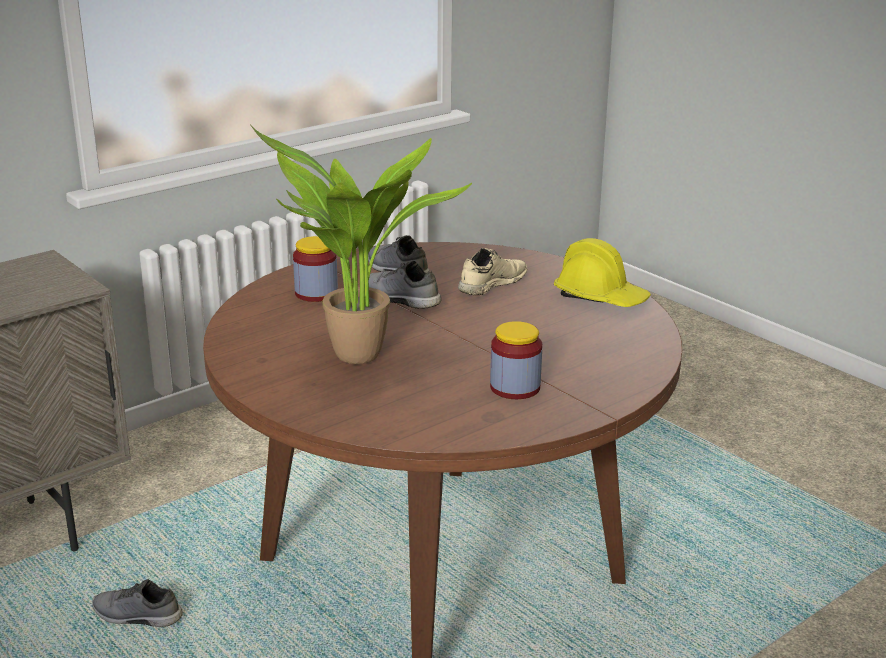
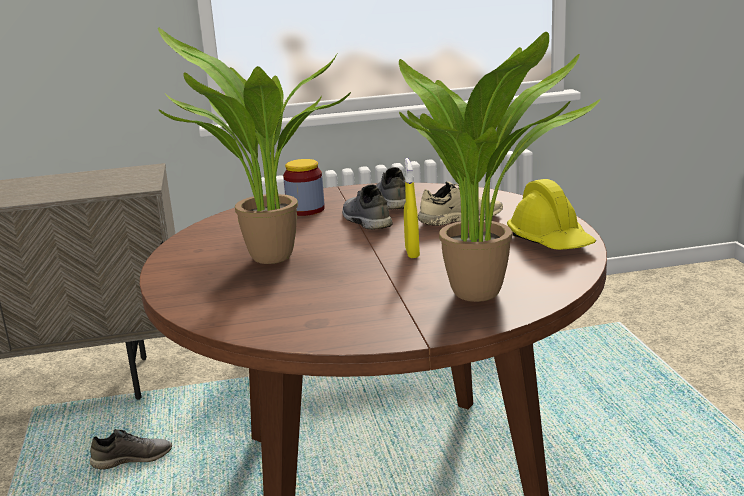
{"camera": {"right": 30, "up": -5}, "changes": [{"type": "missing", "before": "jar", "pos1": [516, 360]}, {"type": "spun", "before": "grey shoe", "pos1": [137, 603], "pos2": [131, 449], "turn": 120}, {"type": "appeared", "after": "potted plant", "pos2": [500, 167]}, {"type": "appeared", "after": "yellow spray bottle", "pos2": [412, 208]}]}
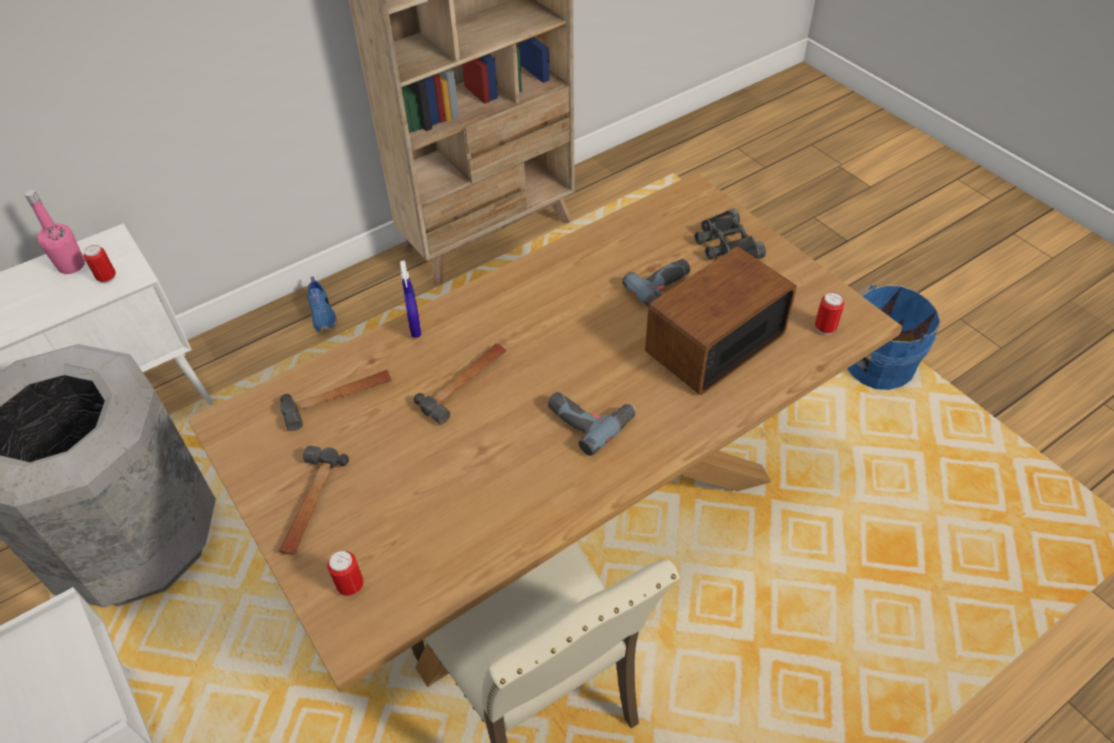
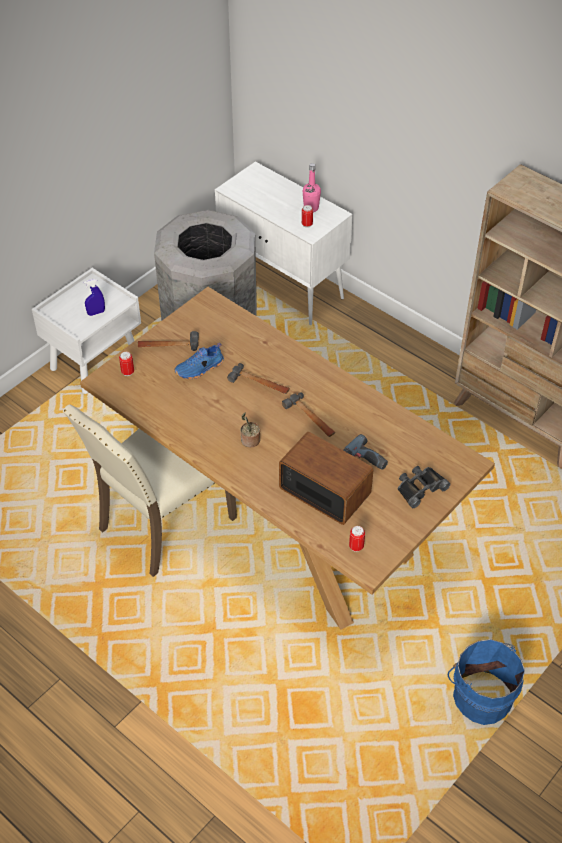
{"camera": {"right": 75, "up": 0}, "changes": [{"type": "relocated", "before": "blue spray bottle", "pos1": [410, 299], "pos2": [94, 297]}, {"type": "relocated", "before": "blue shoe", "pos1": [322, 304], "pos2": [199, 361]}, {"type": "relocated", "before": "hammer", "pos1": [335, 400], "pos2": [308, 414]}, {"type": "exchanged", "before": "power drill", "after": "potted plant", "pos1": [592, 424], "pos2": [250, 430]}]}
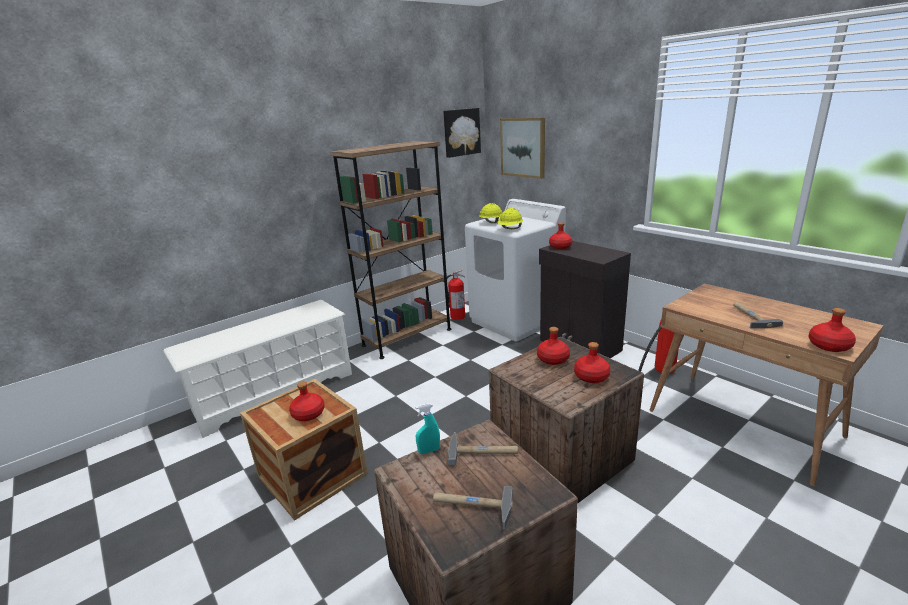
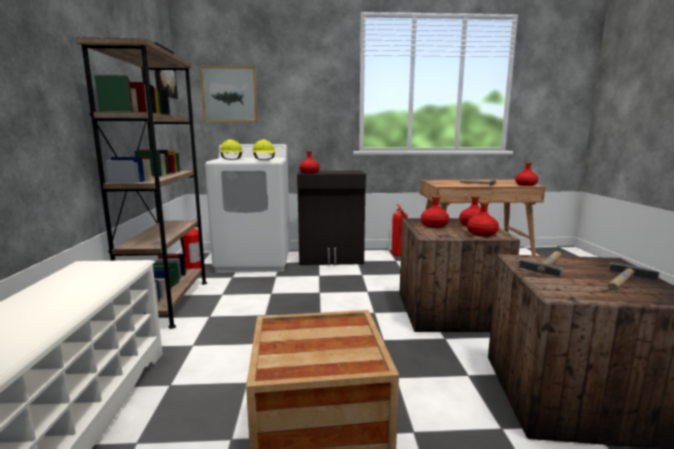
{"camera": {"right": -55, "up": -10}, "changes": [{"type": "relocated", "before": "red bottle", "pos1": [307, 401], "pos2": [483, 218]}, {"type": "missing", "before": "turquoise spray bottle", "pos1": [427, 428]}]}
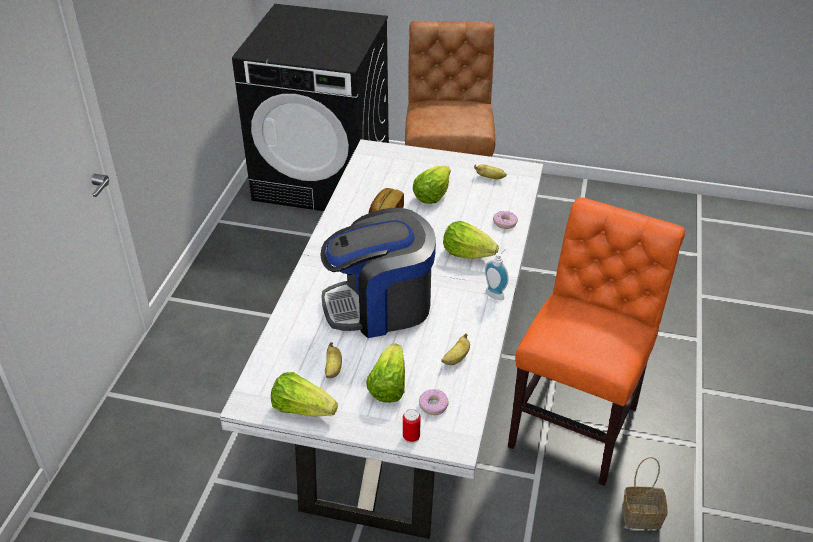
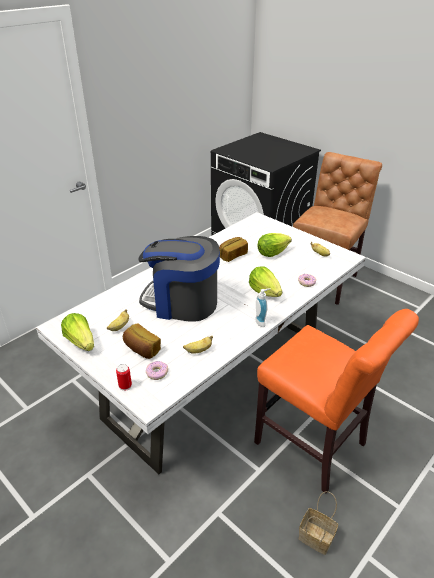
{"camera": {"right": 30, "up": -5}, "changes": [{"type": "spun", "before": "orange chair", "pos1": [596, 341], "pos2": [336, 401], "turn": 75}, {"type": "exchanged", "before": "lettuce", "after": "bread", "pos1": [385, 372], "pos2": [142, 341]}]}
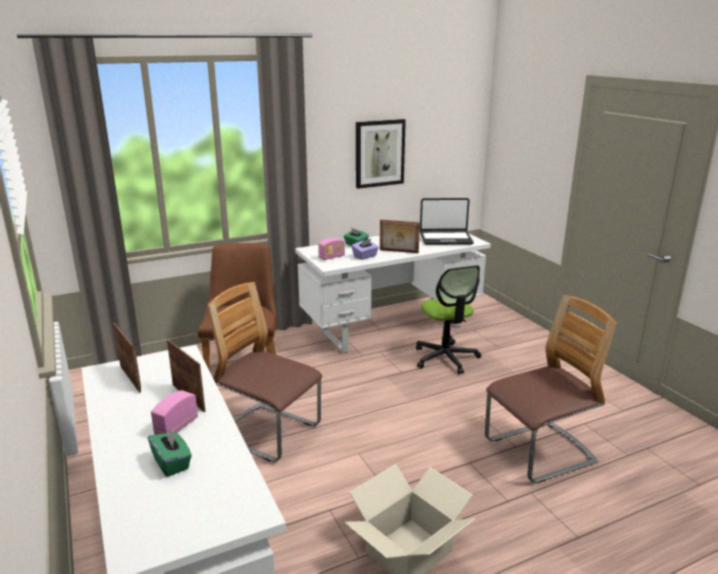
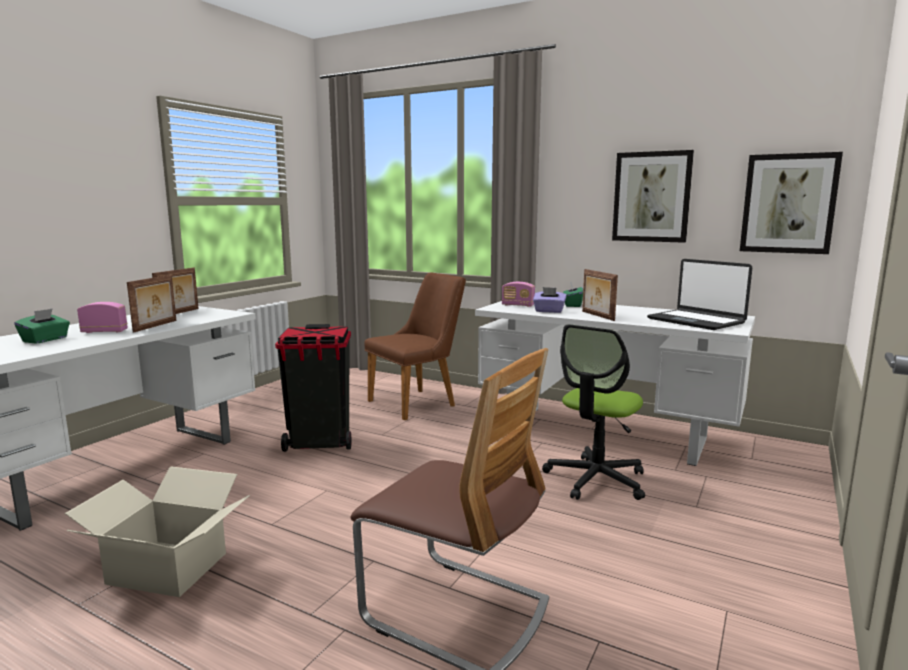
{"camera": {"right": 55, "up": -10}, "changes": [{"type": "exchanged", "before": "chair", "after": "black trash can", "pos1": [264, 372], "pos2": [313, 388]}, {"type": "appeared", "after": "picture", "pos2": [791, 203]}]}
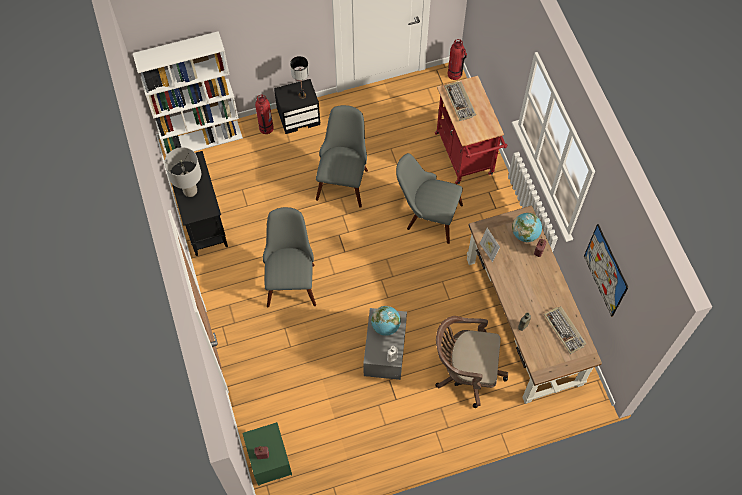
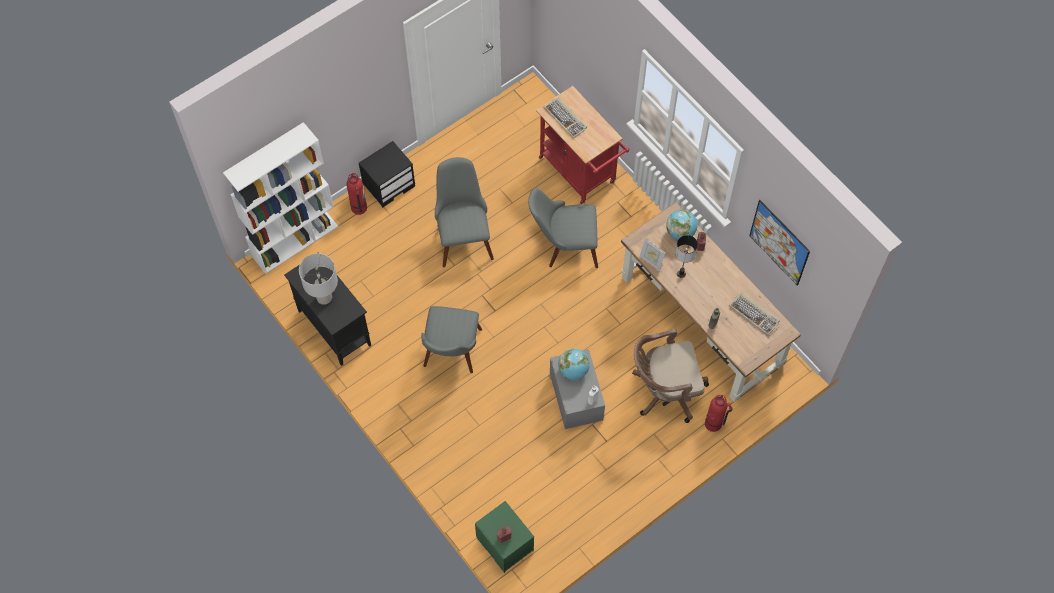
{"camera": {"right": -20, "up": 0}, "changes": [{"type": "relocated", "before": "fire extinguisher", "pos1": [457, 59], "pos2": [719, 413]}, {"type": "relocated", "before": "table lamp", "pos1": [299, 77], "pos2": [686, 256]}, {"type": "spun", "before": "grey chair", "pos1": [289, 257], "pos2": [451, 339], "turn": -150}]}
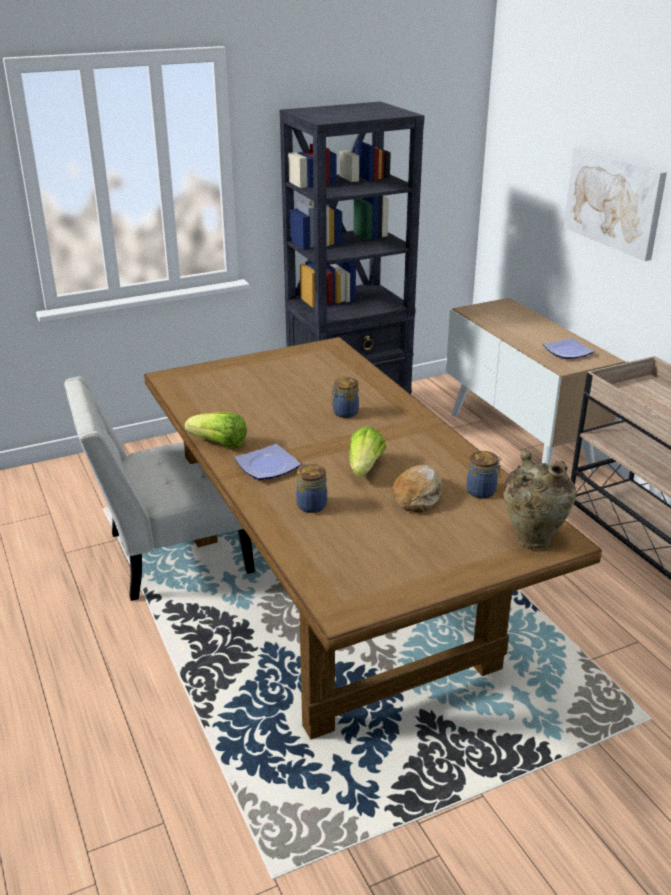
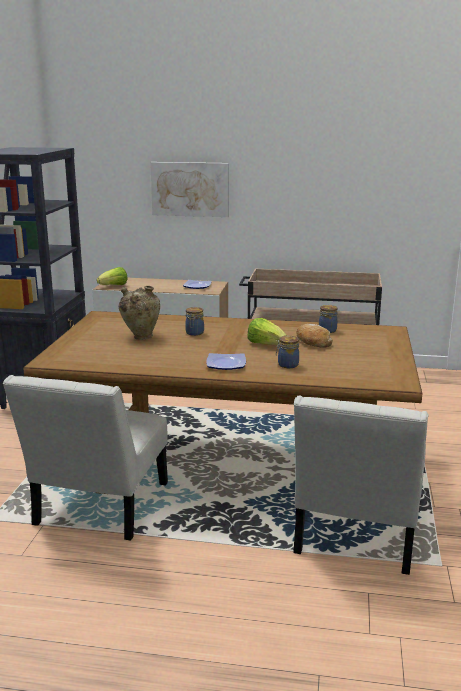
{"camera": {"right": -55, "up": -10}, "changes": [{"type": "relocated", "before": "lettuce", "pos1": [216, 430], "pos2": [112, 276]}, {"type": "relocated", "before": "beige vase", "pos1": [539, 499], "pos2": [139, 313]}, {"type": "appeared", "after": "white chair", "pos2": [361, 485]}]}
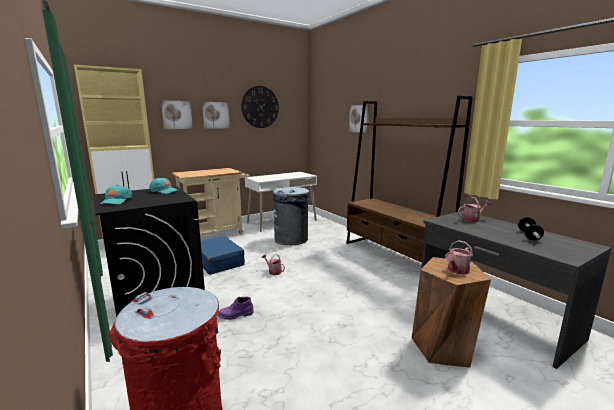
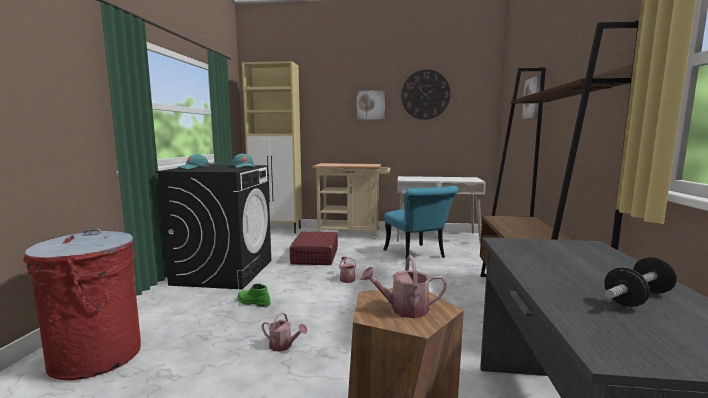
{"camera": {"right": 40, "up": -5}, "changes": [{"type": "missing", "before": "picture", "pos1": [177, 114]}, {"type": "exchanged", "before": "grey trash can", "after": "turquoise chair", "pos1": [291, 216], "pos2": [420, 223]}, {"type": "relocated", "before": "watering can", "pos1": [475, 209], "pos2": [285, 332]}, {"type": "colour", "before": "blue suitcase", "after": "red suitcase", "pos1": [223, 255], "pos2": [314, 248]}, {"type": "colour", "before": "purple boot", "after": "green boot", "pos1": [236, 308], "pos2": [254, 295]}]}
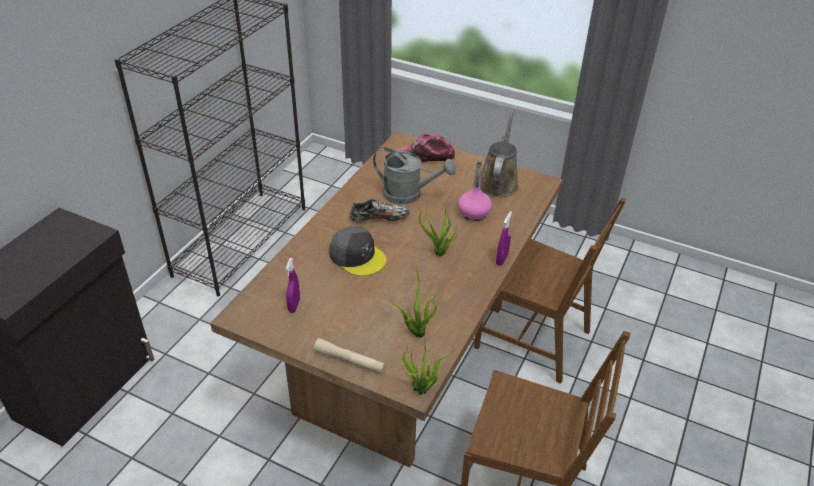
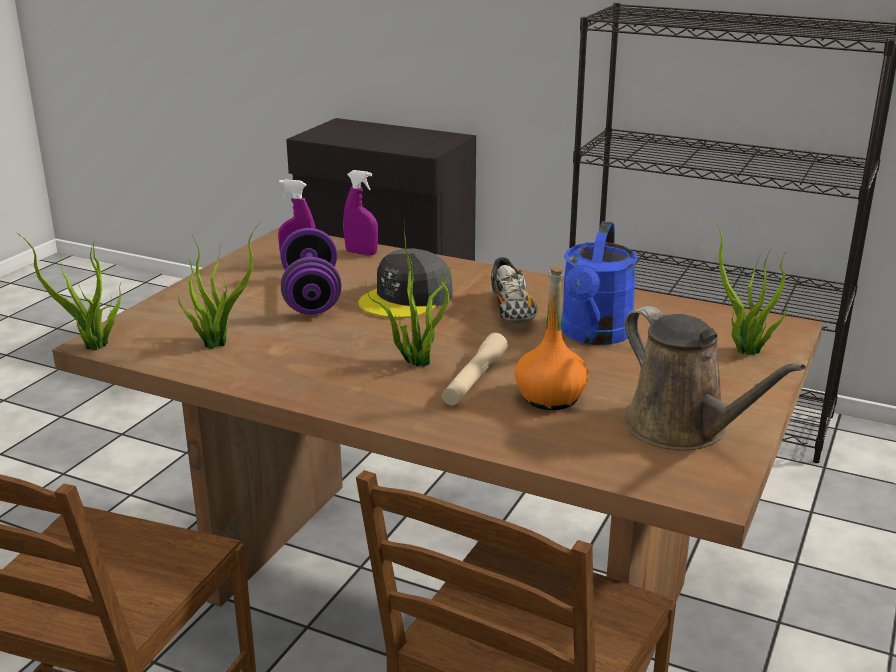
{"camera": {"right": 90, "up": -15}, "changes": [{"type": "spun", "before": "brown watering can", "pos1": [499, 153], "pos2": [715, 378], "turn": 45}, {"type": "exchanged", "before": "cap", "after": "potted plant", "pos1": [425, 147], "pos2": [751, 286]}, {"type": "colour", "before": "grey watering can", "after": "blue watering can", "pos1": [414, 175], "pos2": [599, 283]}, {"type": "colour", "before": "pink bottle", "after": "orange bottle", "pos1": [475, 190], "pos2": [551, 337]}, {"type": "relocated", "before": "purple spray bottle", "pos1": [504, 238], "pos2": [360, 213]}, {"type": "relocated", "before": "beige flashlight", "pos1": [350, 355], "pos2": [475, 369]}, {"type": "appeared", "after": "purple dumbbell", "pos2": [311, 271]}]}
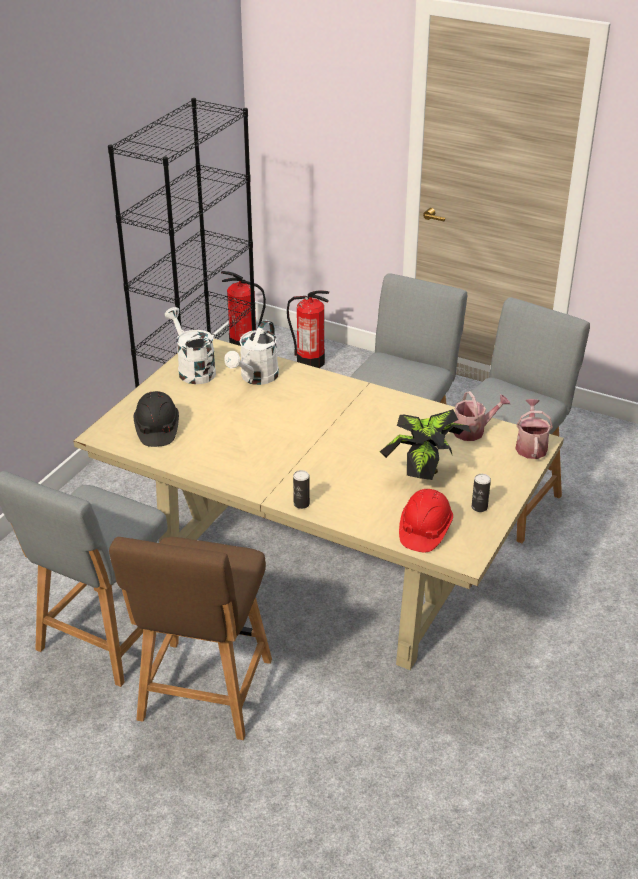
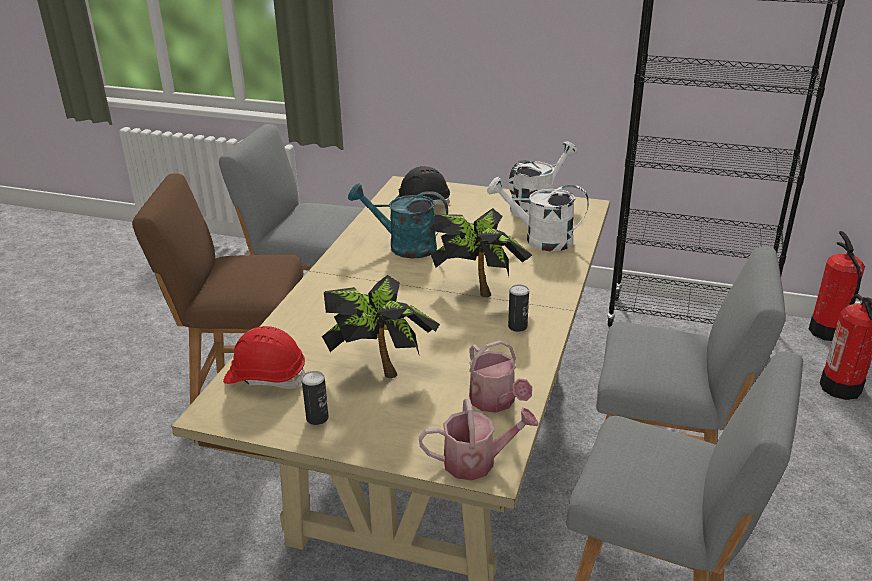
{"camera": {"right": 80, "up": -5}, "changes": [{"type": "relocated", "before": "can", "pos1": [301, 489], "pos2": [518, 308]}, {"type": "appeared", "after": "turquoise watering can", "pos2": [398, 221]}, {"type": "appeared", "after": "potted plant", "pos2": [481, 252]}]}
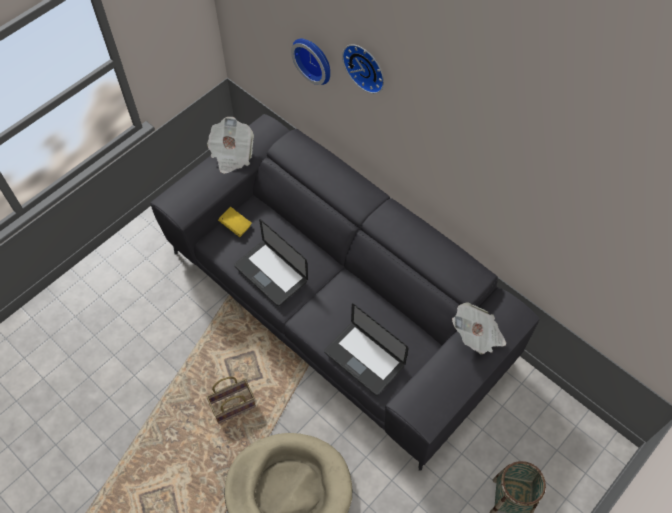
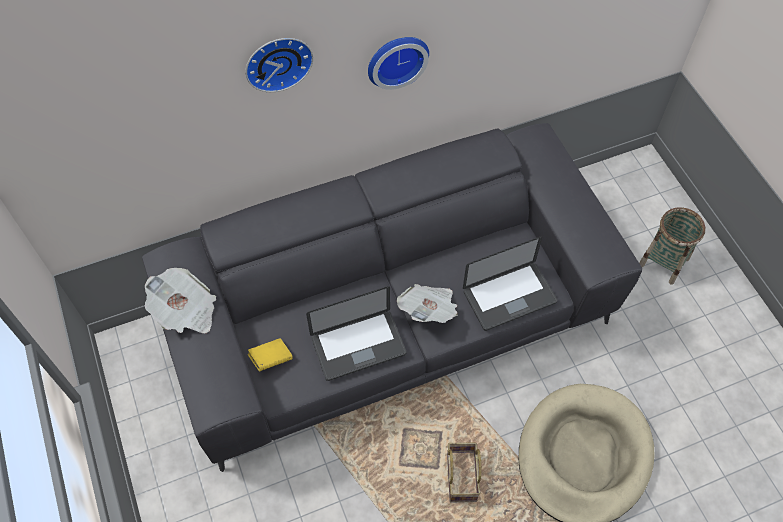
{"camera": {"right": -65, "up": 0}, "changes": [{"type": "relocated", "before": "wall clock", "pos1": [310, 62], "pos2": [398, 63]}, {"type": "relocated", "before": "newspaper", "pos1": [479, 328], "pos2": [427, 303]}]}
